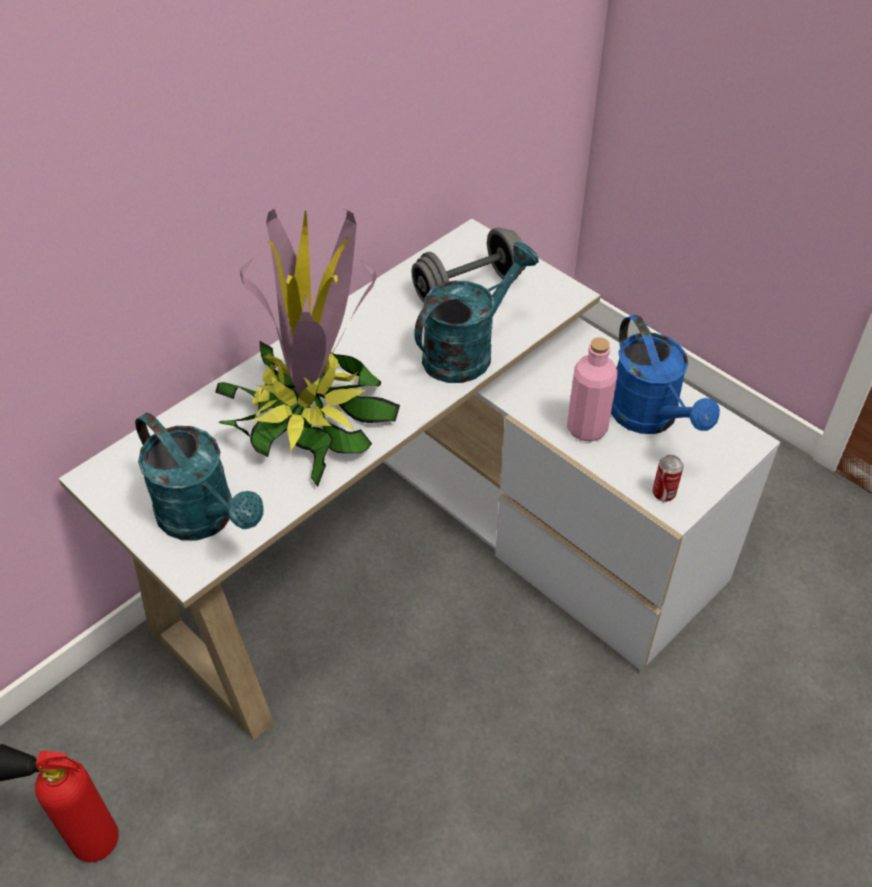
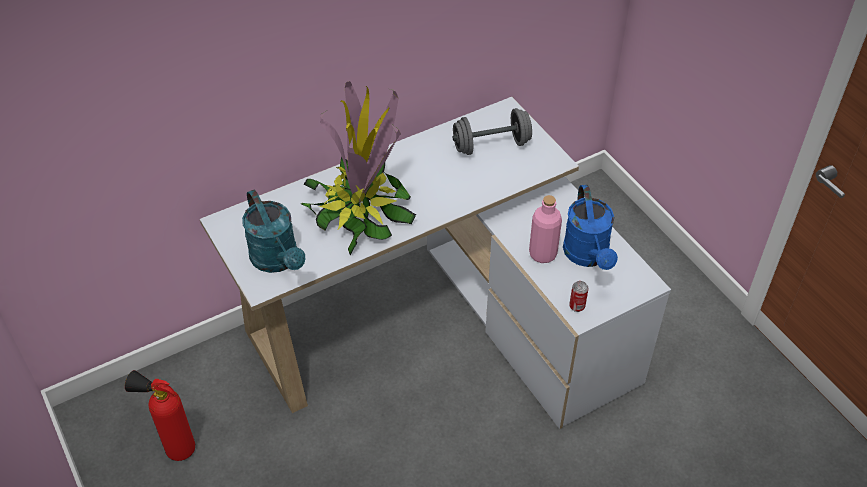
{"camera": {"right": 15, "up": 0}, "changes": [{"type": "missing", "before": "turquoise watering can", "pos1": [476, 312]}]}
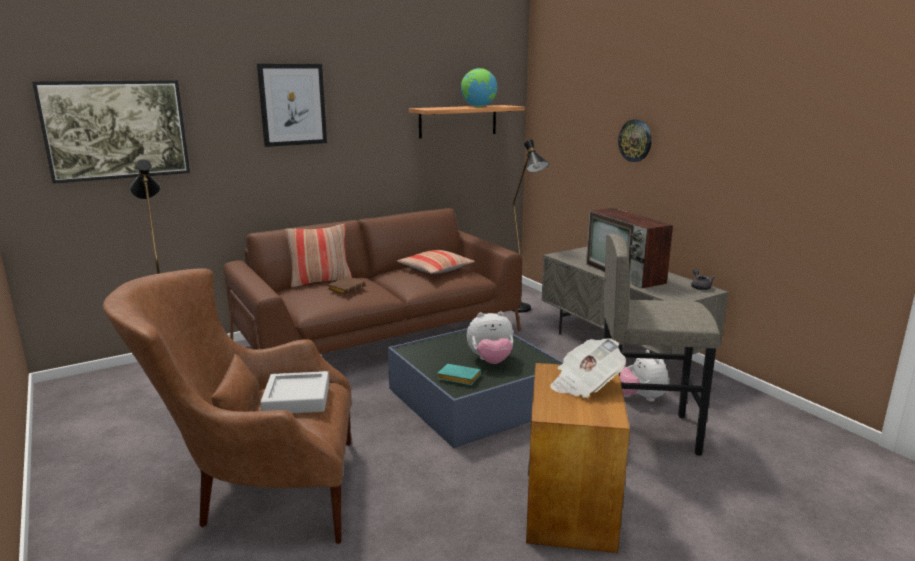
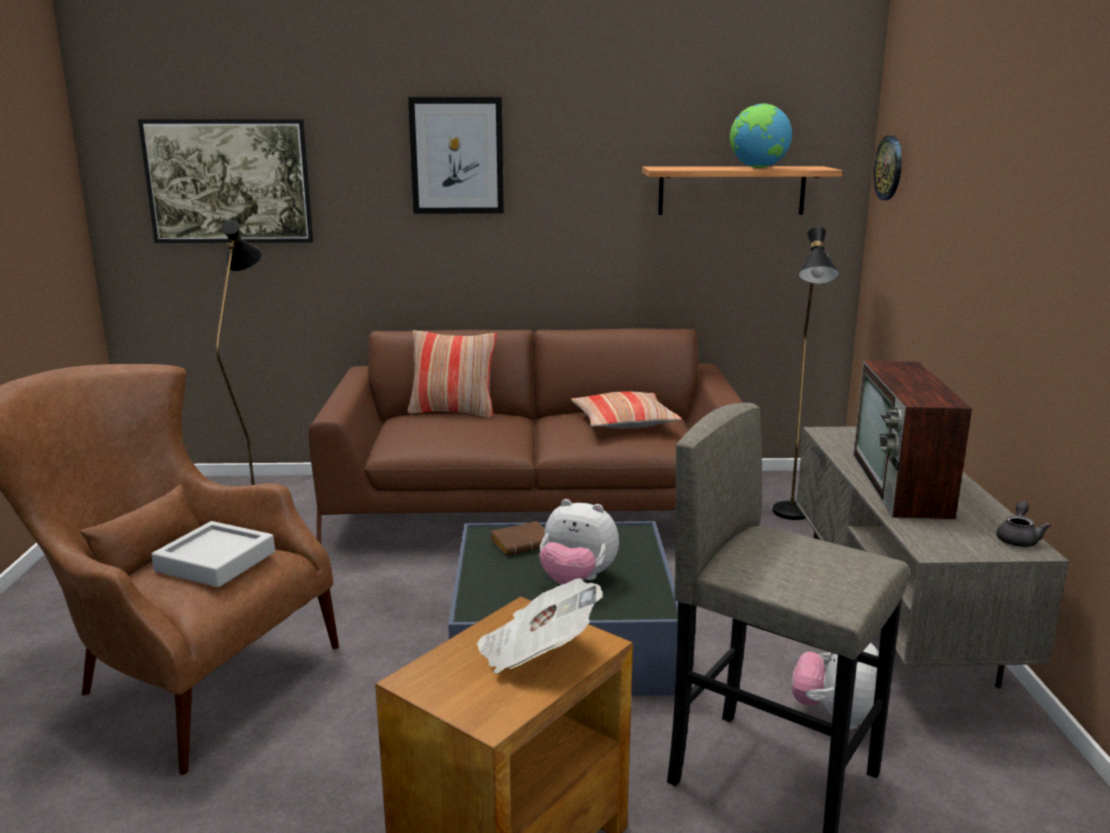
{"camera": {"right": 30, "up": 0}, "changes": [{"type": "relocated", "before": "wall clock", "pos1": [635, 140], "pos2": [887, 168]}, {"type": "relocated", "before": "brown book", "pos1": [346, 286], "pos2": [518, 538]}, {"type": "missing", "before": "turquoise book", "pos1": [459, 374]}]}
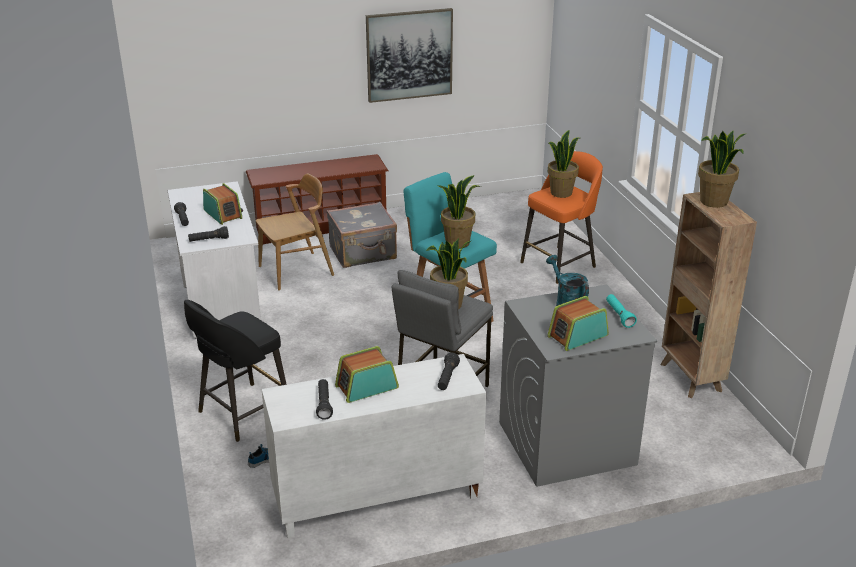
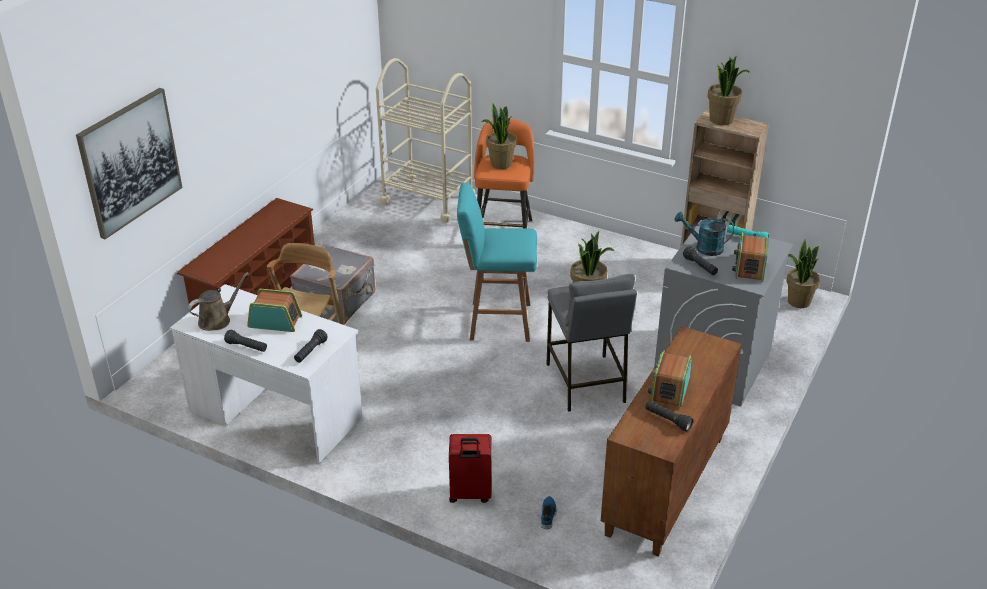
{"camera": {"right": -45, "up": 5}, "changes": [{"type": "relocated", "before": "picture", "pos1": [409, 55], "pos2": [129, 163]}, {"type": "relocated", "before": "potted plant", "pos1": [459, 212], "pos2": [803, 273]}, {"type": "exchanged", "before": "black stool", "after": "red suitcase", "pos1": [235, 371], "pos2": [470, 468]}, {"type": "relocated", "before": "black flashlight", "pos1": [449, 371], "pos2": [700, 260]}, {"type": "colour", "before": "white cabinet", "after": "brown cabinet", "pos1": [374, 446], "pos2": [671, 441]}, {"type": "appeared", "after": "beige cart", "pos2": [426, 140]}, {"type": "appeared", "after": "brown watering can", "pos2": [218, 301]}]}
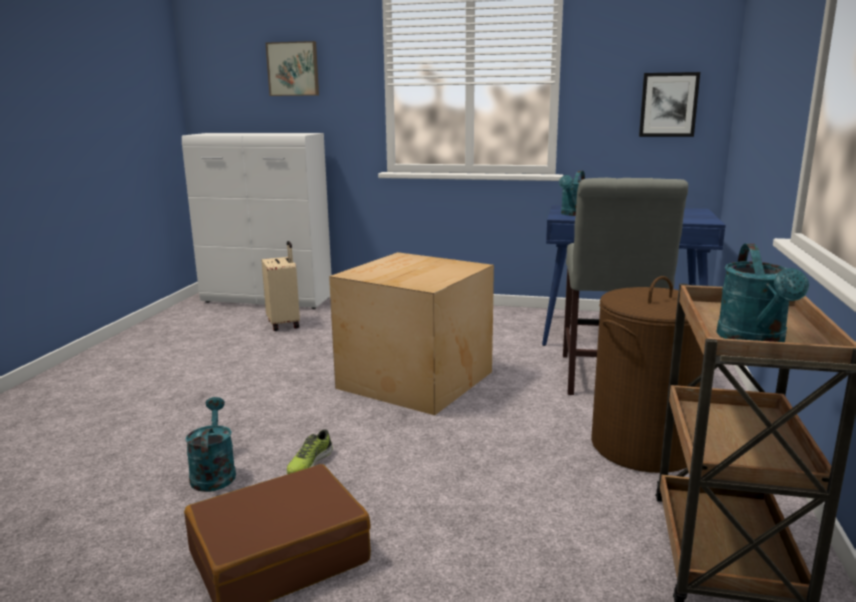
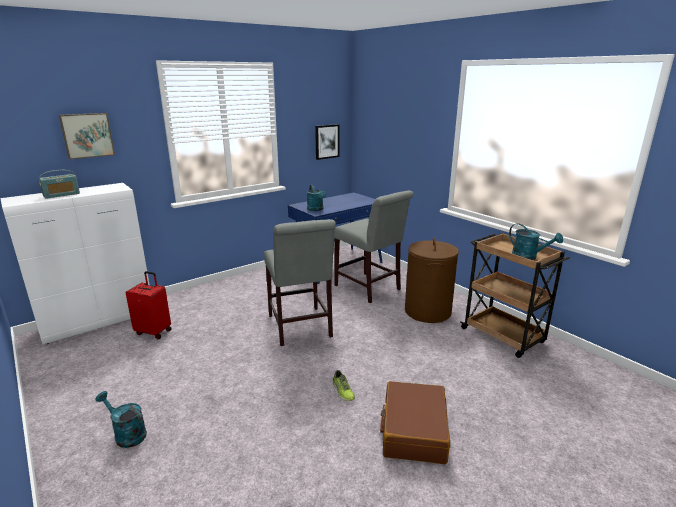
{"camera": {"right": -50, "up": 5}, "changes": [{"type": "colour", "before": "beige suitcase", "after": "red suitcase", "pos1": [281, 286], "pos2": [149, 305]}, {"type": "exchanged", "before": "cardboard box", "after": "grey chair", "pos1": [411, 333], "pos2": [300, 282]}, {"type": "relocated", "before": "turquoise watering can", "pos1": [210, 444], "pos2": [121, 419]}, {"type": "appeared", "after": "radio", "pos2": [59, 184]}]}
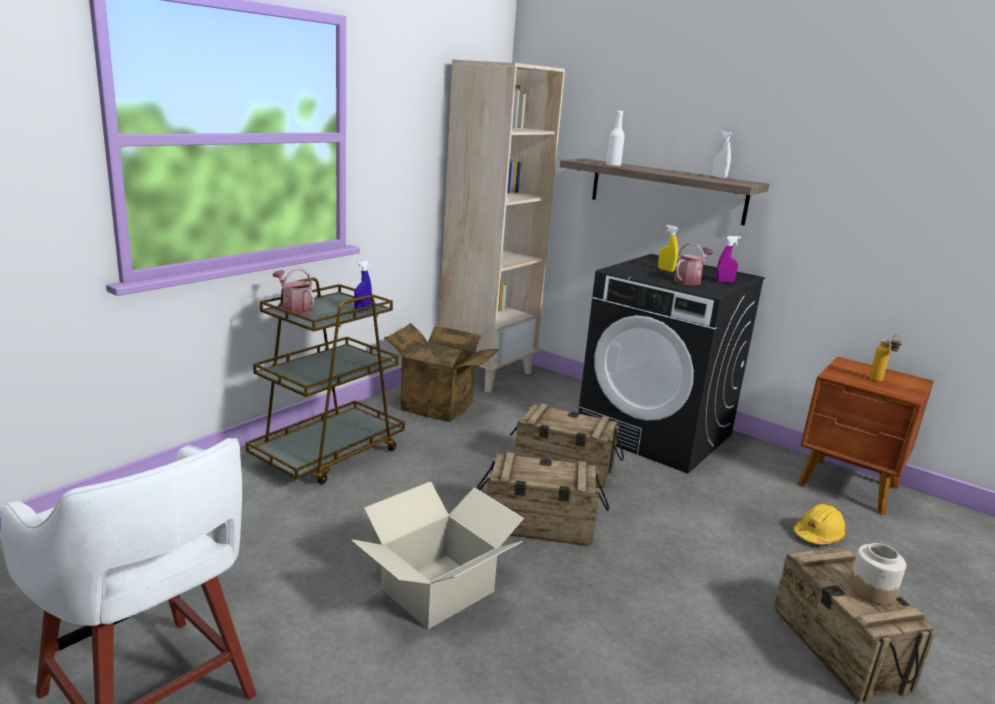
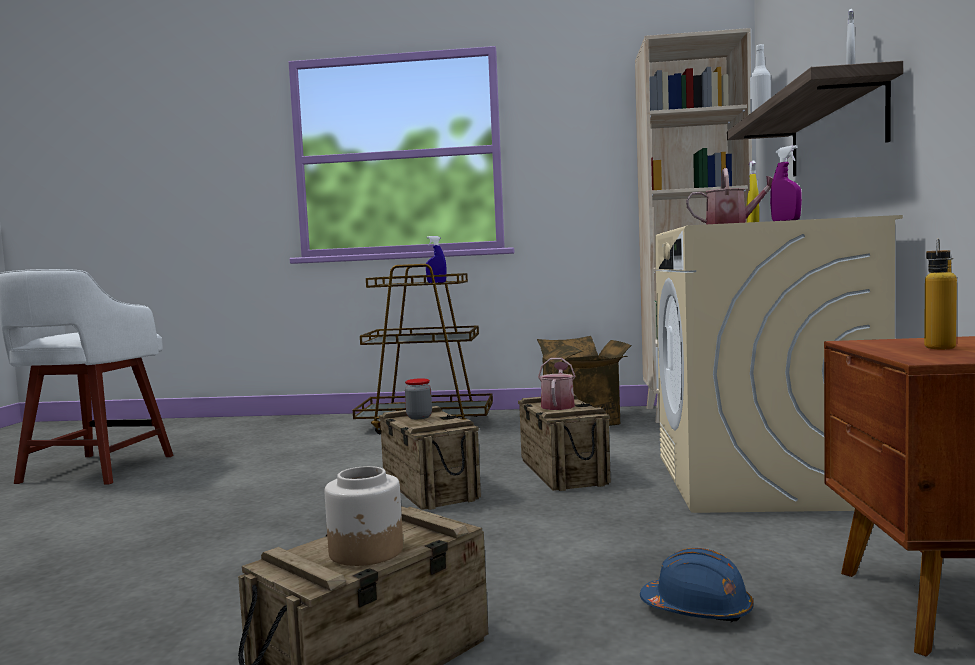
{"camera": {"right": 60, "up": -15}, "changes": [{"type": "colour", "before": "black washing machine", "after": "beige washing machine", "pos1": [671, 363], "pos2": [779, 364]}, {"type": "relocated", "before": "watering can", "pos1": [293, 291], "pos2": [557, 384]}, {"type": "missing", "before": "cardboard box", "pos1": [438, 555]}, {"type": "colour", "before": "yellow hard hat", "after": "blue hard hat", "pos1": [820, 524], "pos2": [696, 585]}, {"type": "appeared", "after": "jar", "pos2": [418, 398]}]}
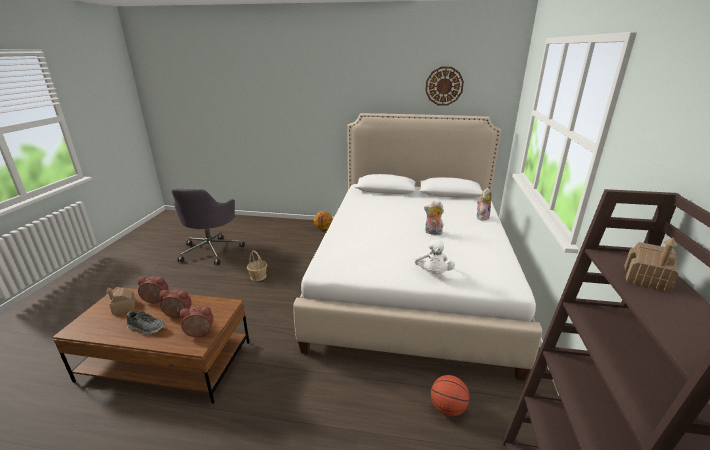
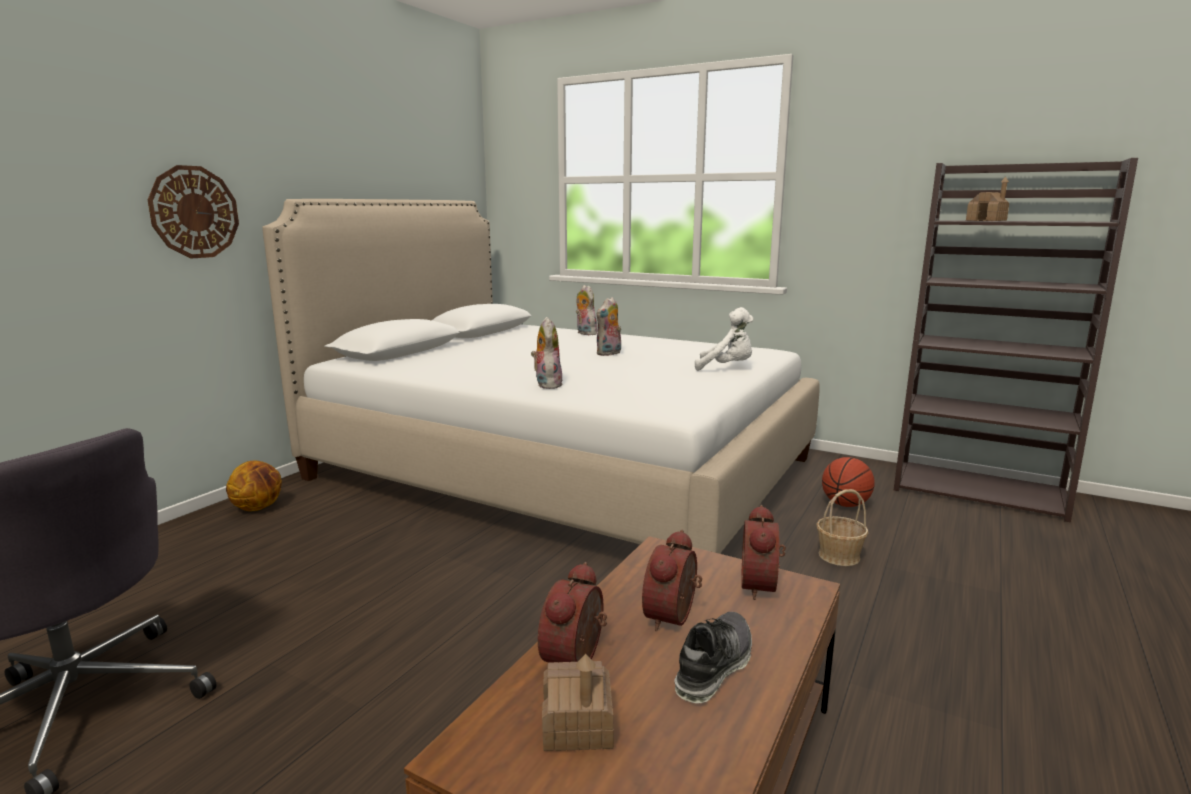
{"camera": {"right": -70, "up": -10}, "changes": [{"type": "relocated", "before": "wall clock", "pos1": [444, 86], "pos2": [193, 212]}, {"type": "relocated", "before": "basket", "pos1": [257, 266], "pos2": [842, 527]}, {"type": "appeared", "after": "plush toy", "pos2": [546, 353]}]}
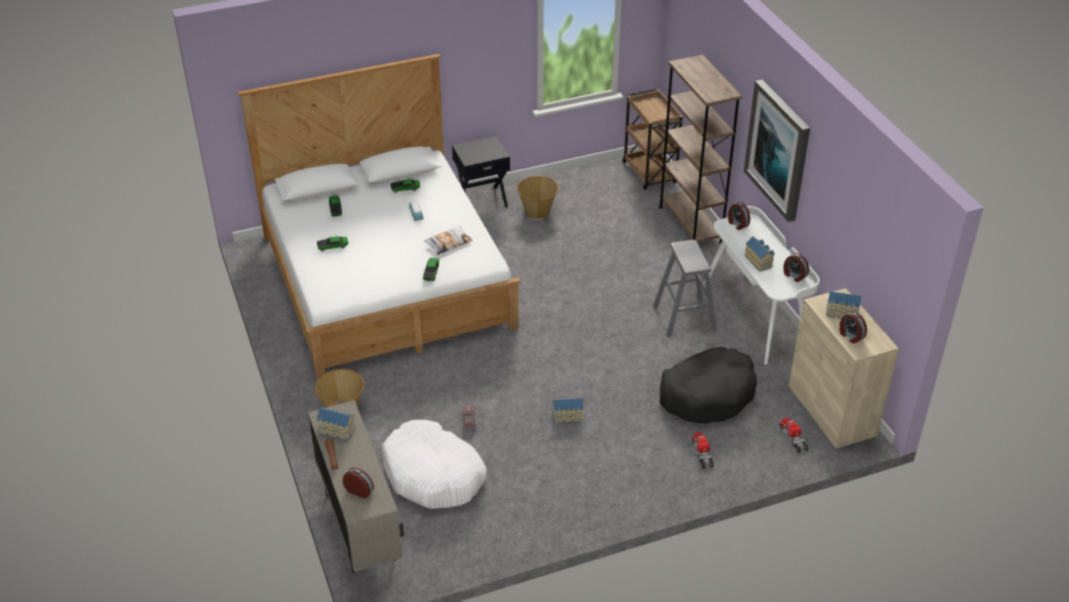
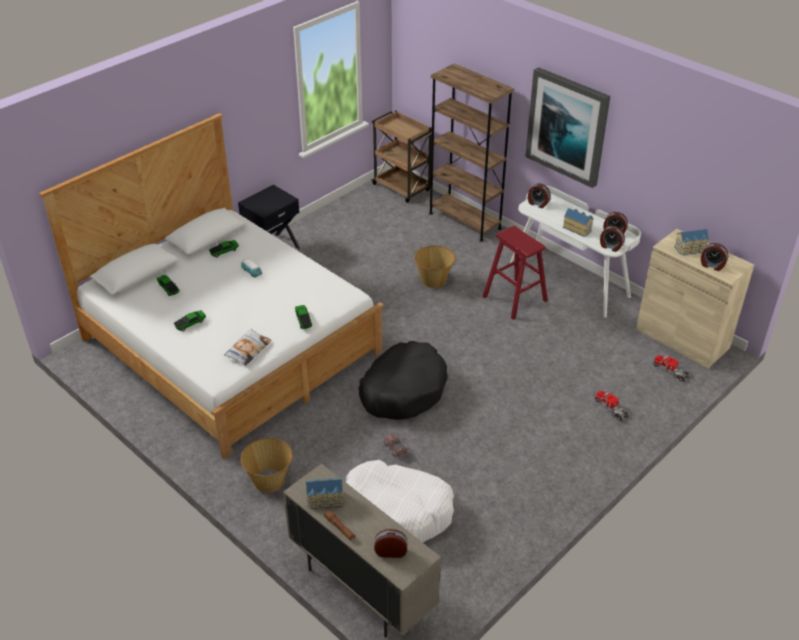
{"camera": {"right": -25, "up": 0}, "changes": [{"type": "relocated", "before": "basket", "pos1": [538, 197], "pos2": [435, 266]}, {"type": "relocated", "before": "pillow", "pos1": [449, 240], "pos2": [248, 347]}, {"type": "colour", "before": "grey stool", "after": "red stool", "pos1": [685, 289], "pos2": [515, 273]}, {"type": "relocated", "before": "black dog bed", "pos1": [708, 385], "pos2": [403, 380]}, {"type": "missing", "before": "toy house", "pos1": [568, 411]}, {"type": "appeared", "after": "alarm clock", "pos2": [612, 239]}]}
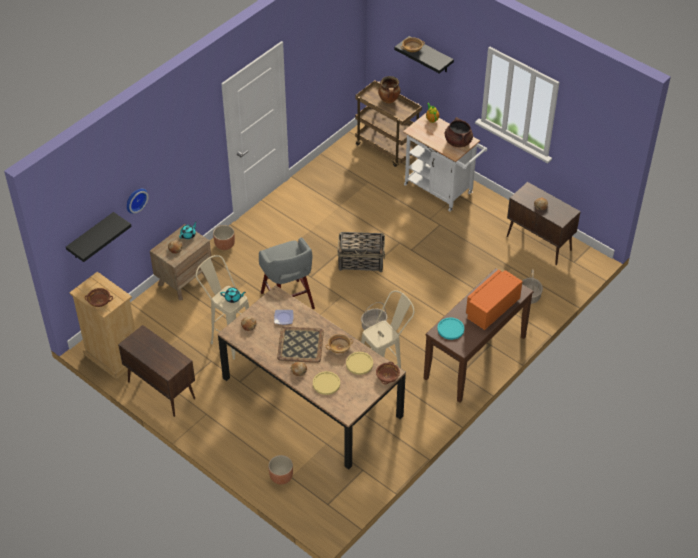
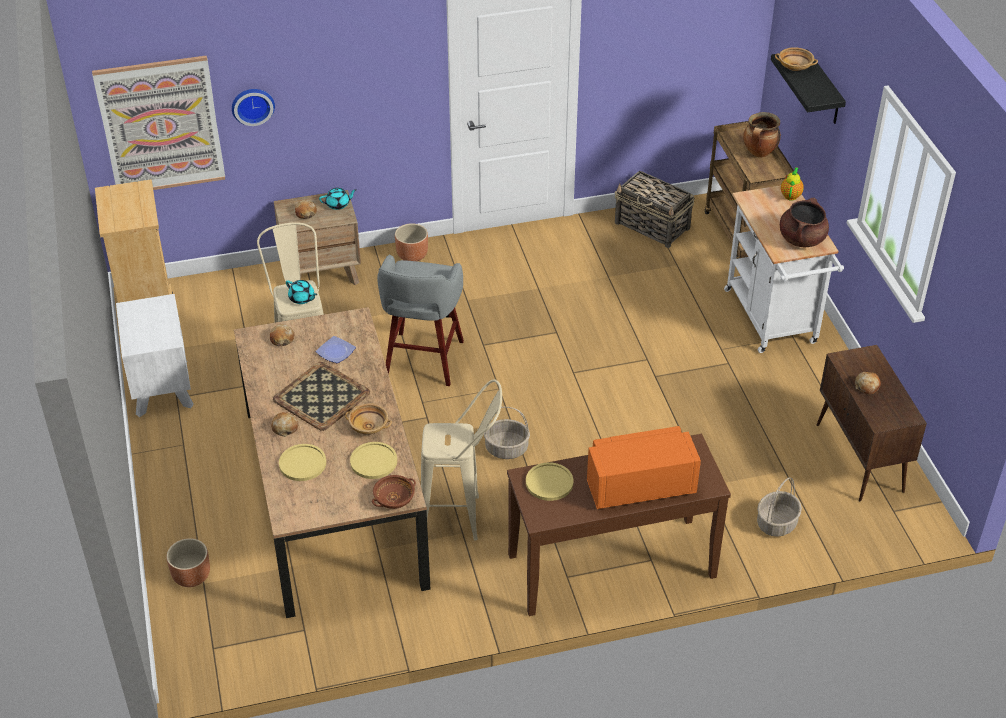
{"camera": {"right": 35, "up": -5}, "changes": [{"type": "exchanged", "before": "black shelf", "after": "picture", "pos1": [99, 237], "pos2": [158, 122]}, {"type": "relocated", "before": "basket", "pos1": [361, 252], "pos2": [654, 209]}, {"type": "missing", "before": "brown bowl", "pos1": [99, 297]}, {"type": "colour", "before": "turquoise plate", "after": "yellow plate", "pos1": [450, 329], "pos2": [549, 481]}, {"type": "exchanged", "before": "brown cabinet", "after": "white nightstand", "pos1": [156, 371], "pos2": [155, 355]}]}
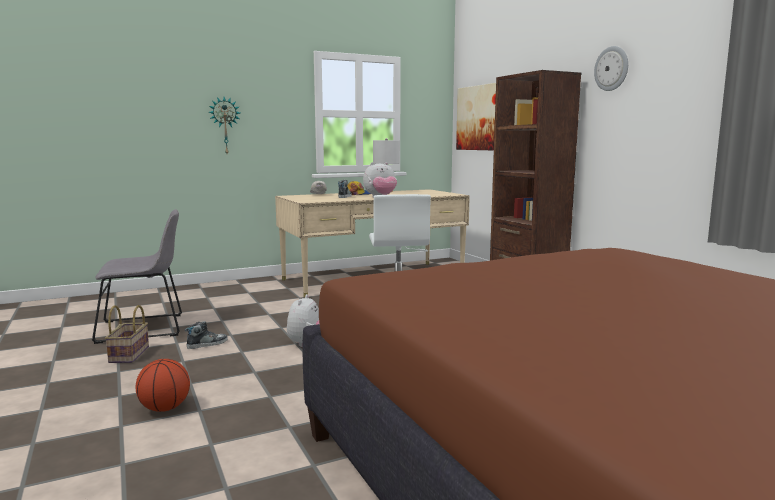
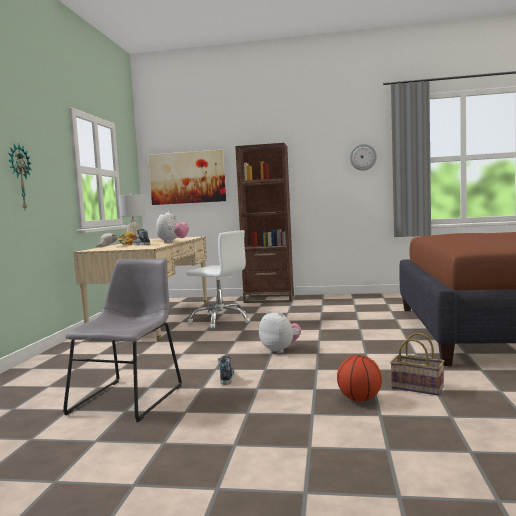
{"camera": {"right": -55, "up": -5}, "changes": [{"type": "relocated", "before": "wall clock", "pos1": [611, 68], "pos2": [363, 157]}, {"type": "relocated", "before": "basket", "pos1": [127, 334], "pos2": [417, 363]}]}
